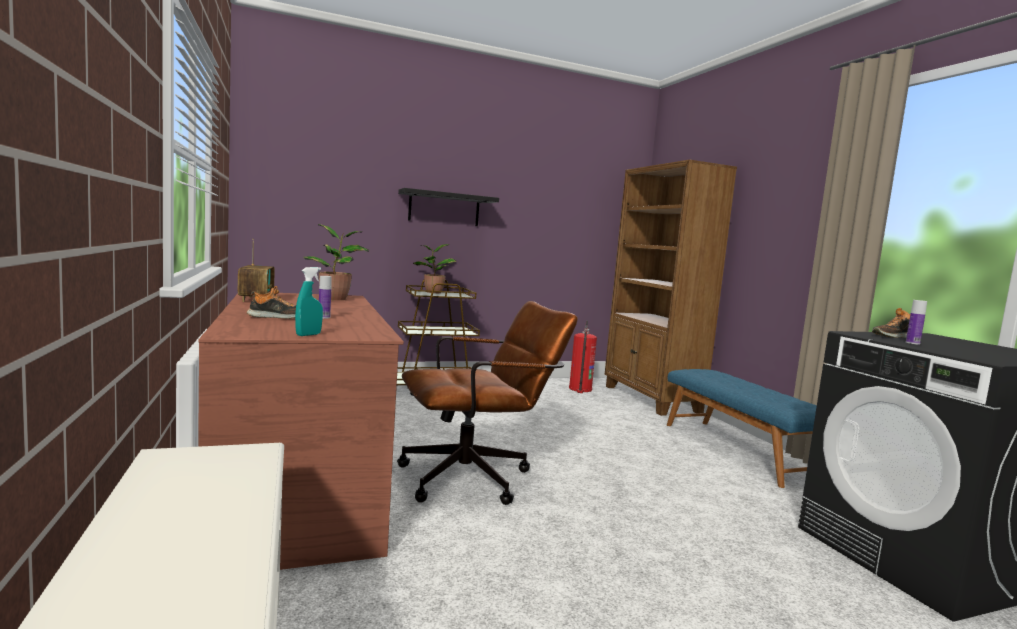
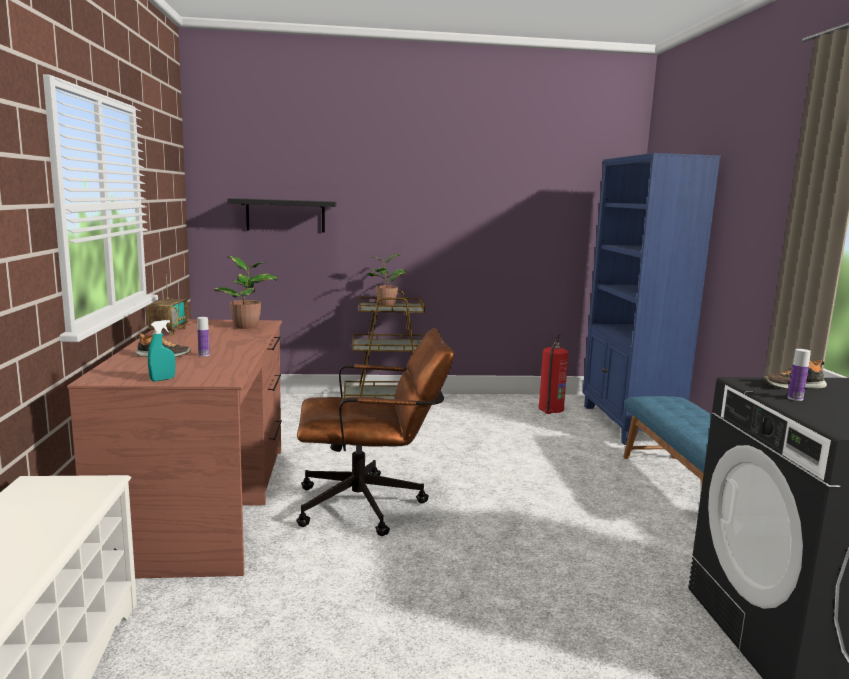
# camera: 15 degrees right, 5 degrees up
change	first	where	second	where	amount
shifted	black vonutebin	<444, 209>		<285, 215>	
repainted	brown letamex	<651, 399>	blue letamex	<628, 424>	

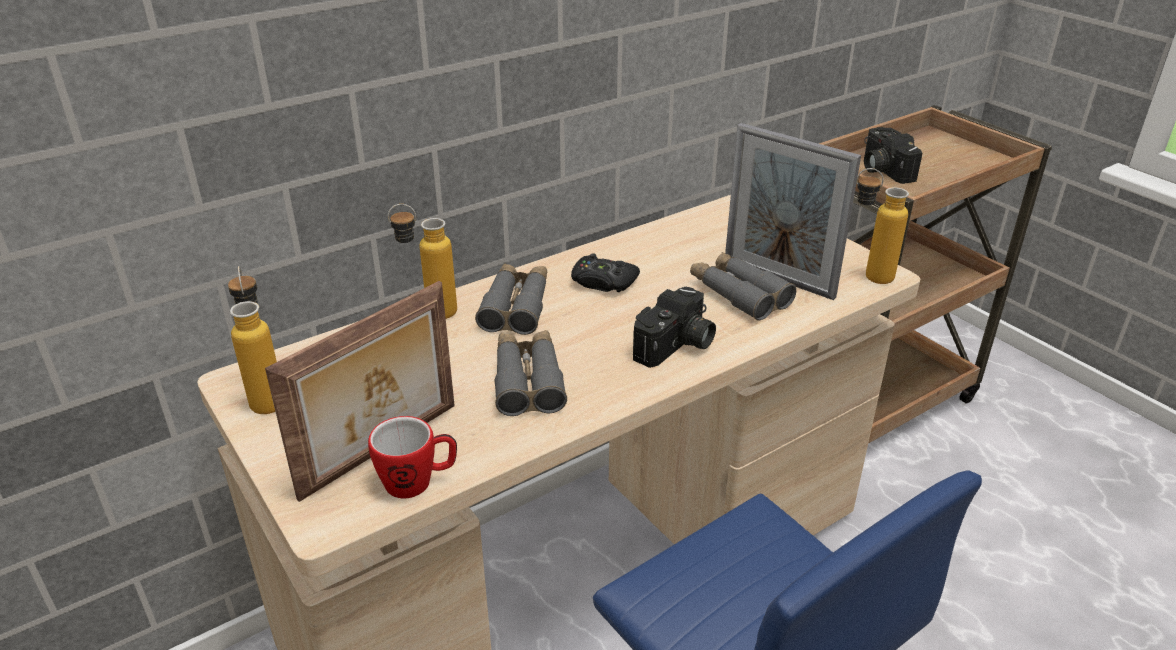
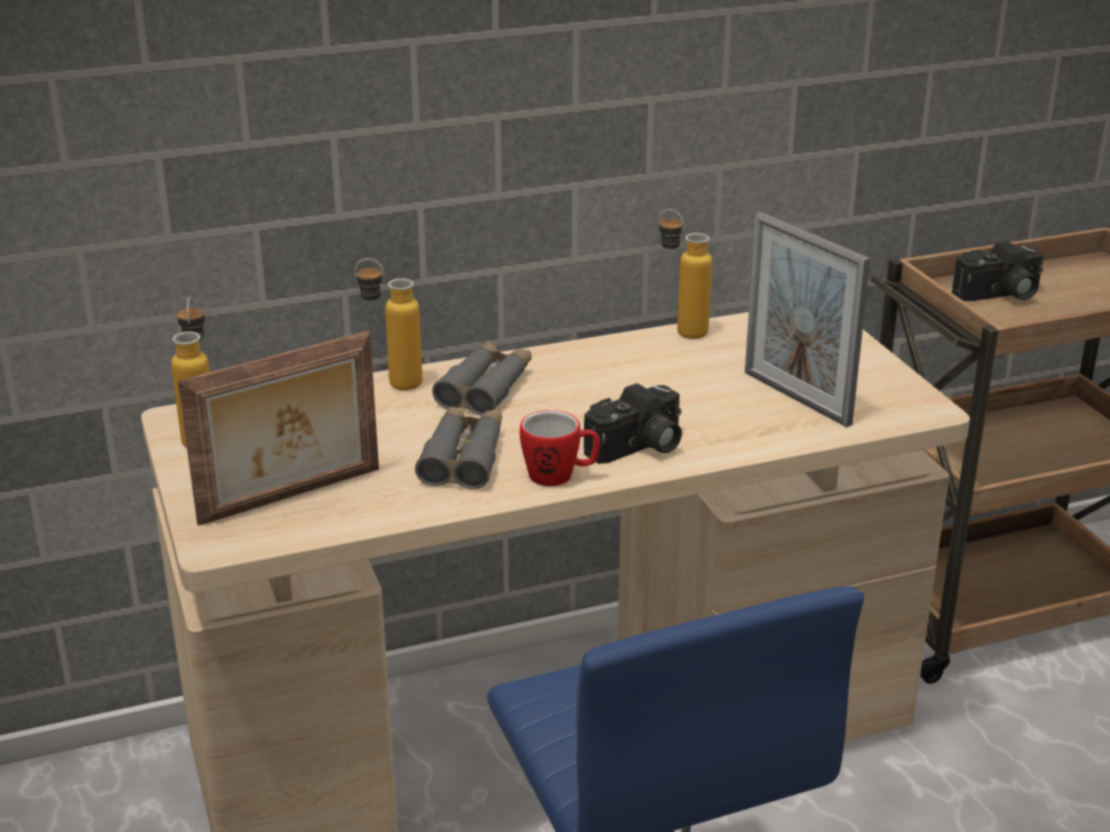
# camera: 15 degrees right, 5 degrees down
change	first	where	second	where	amount
gone	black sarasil	<603, 282>			
gone	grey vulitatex	<739, 294>			
shifted	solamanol	<418, 482>		<560, 476>	
shifted	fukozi	<867, 276>		<680, 330>	
rotated	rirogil	<882, 169>		<1000, 295>	105 degrees counterclockwise

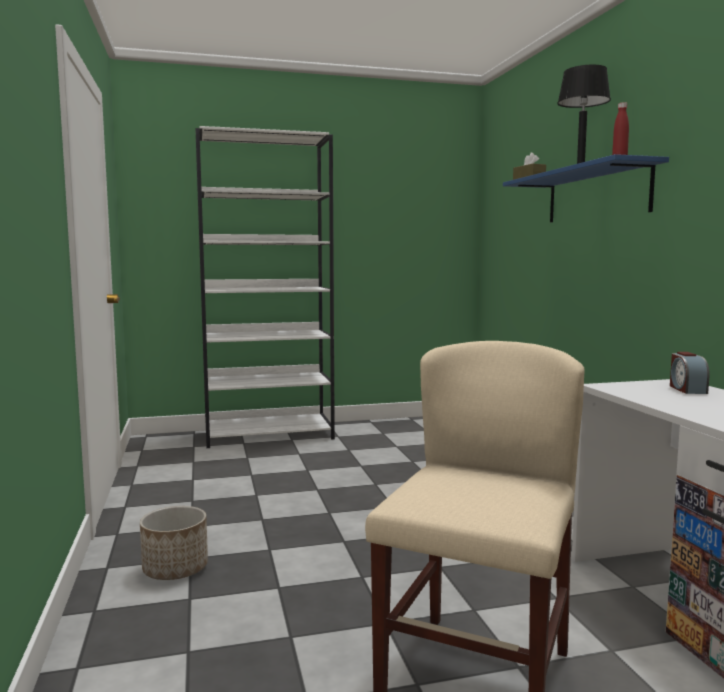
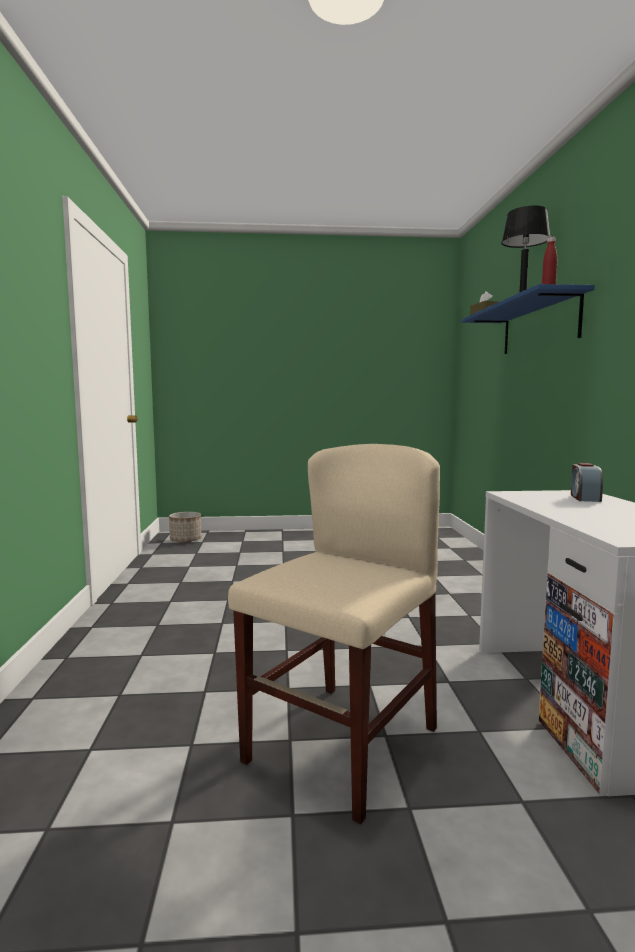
# camera: 10 degrees right, 0 degrees up
change	first	where	second	where	amount
gone	white letamex	<269, 434>			
shifted	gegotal	<175, 569>		<185, 540>	

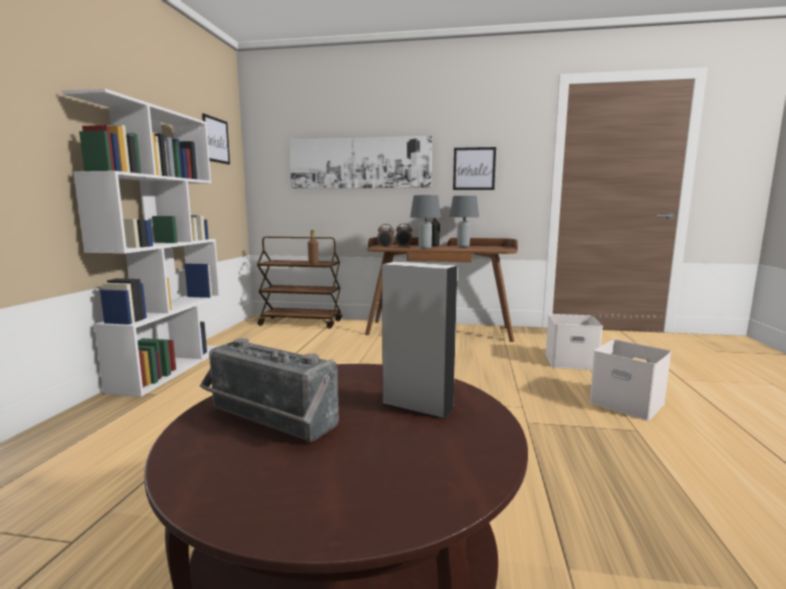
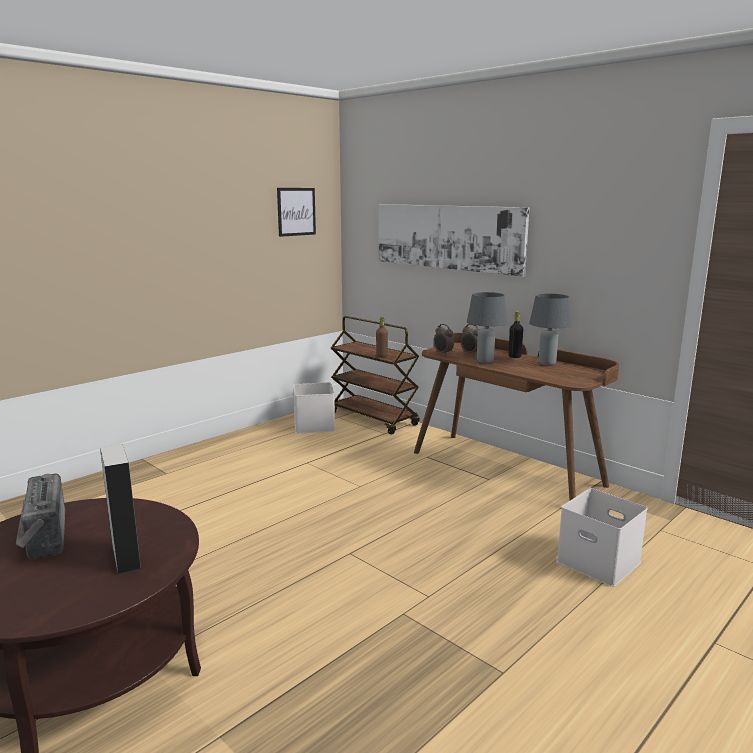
# camera: 35 degrees right, 5 degrees up
change	first	where	second	where	amount
gone	white letamex	<171, 367>			
gone	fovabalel	<474, 168>			
shifted	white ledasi	<628, 403>		<315, 426>	

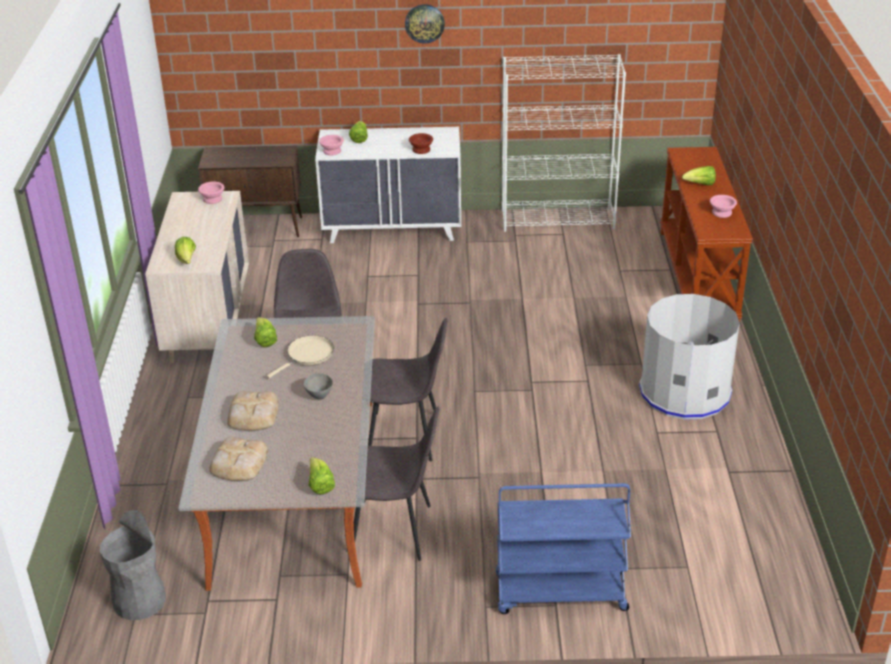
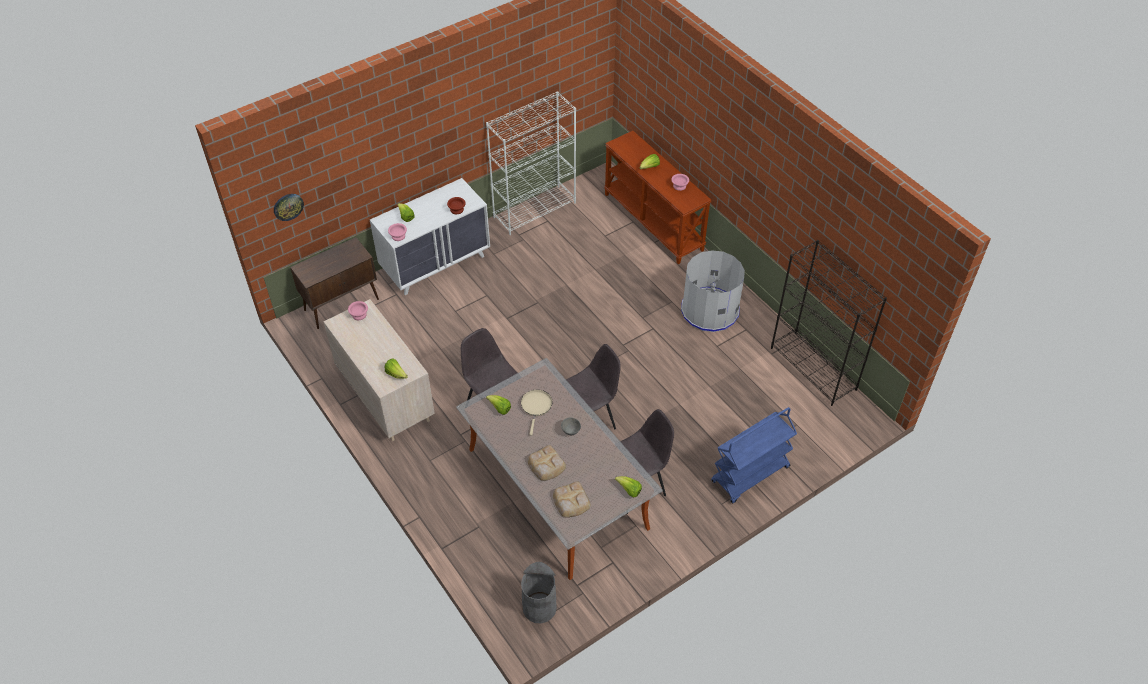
# camera: 35 degrees left, 15 degrees up
change	first	where	second	where	amount
new			black letamex	<814, 368>	
shifted	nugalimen	<424, 23>		<288, 206>	

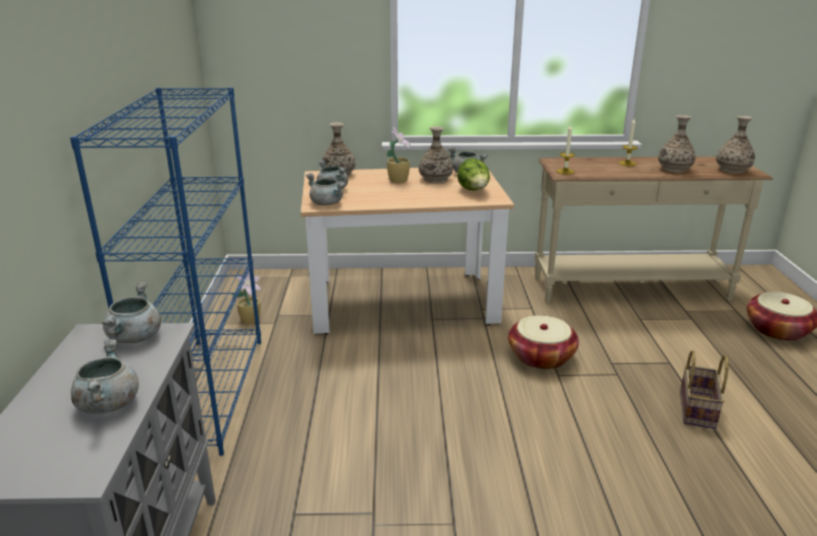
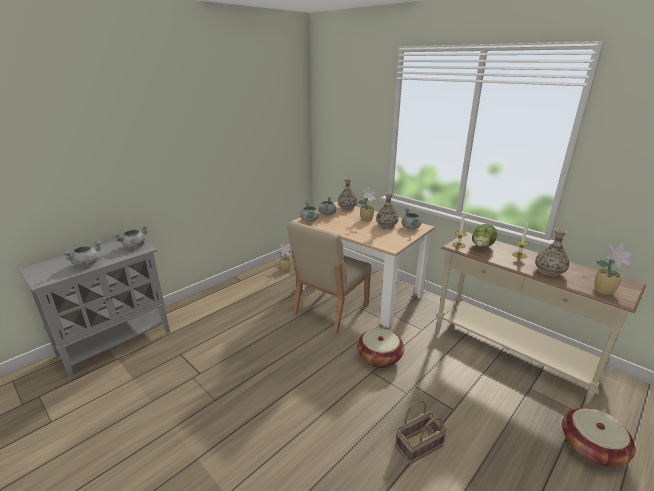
# camera: 45 degrees right, 0 degrees up
change	first	where	second	where	amount
gone	blue letamex	<208, 391>			
new			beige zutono	<330, 310>	
shifted	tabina	<474, 191>		<482, 247>	
swapped	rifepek	<732, 170>	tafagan	<604, 290>	

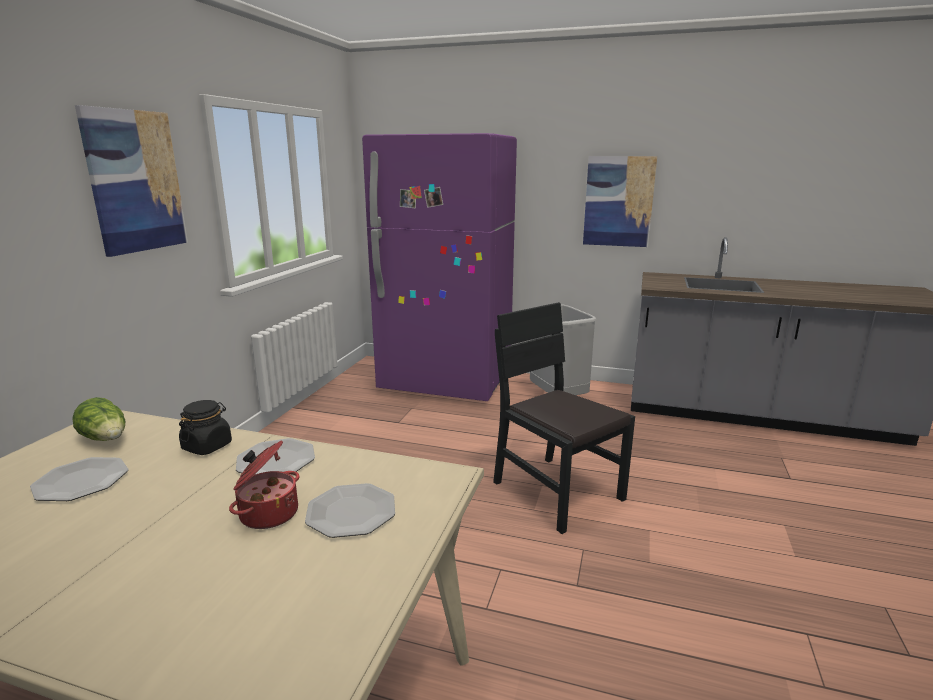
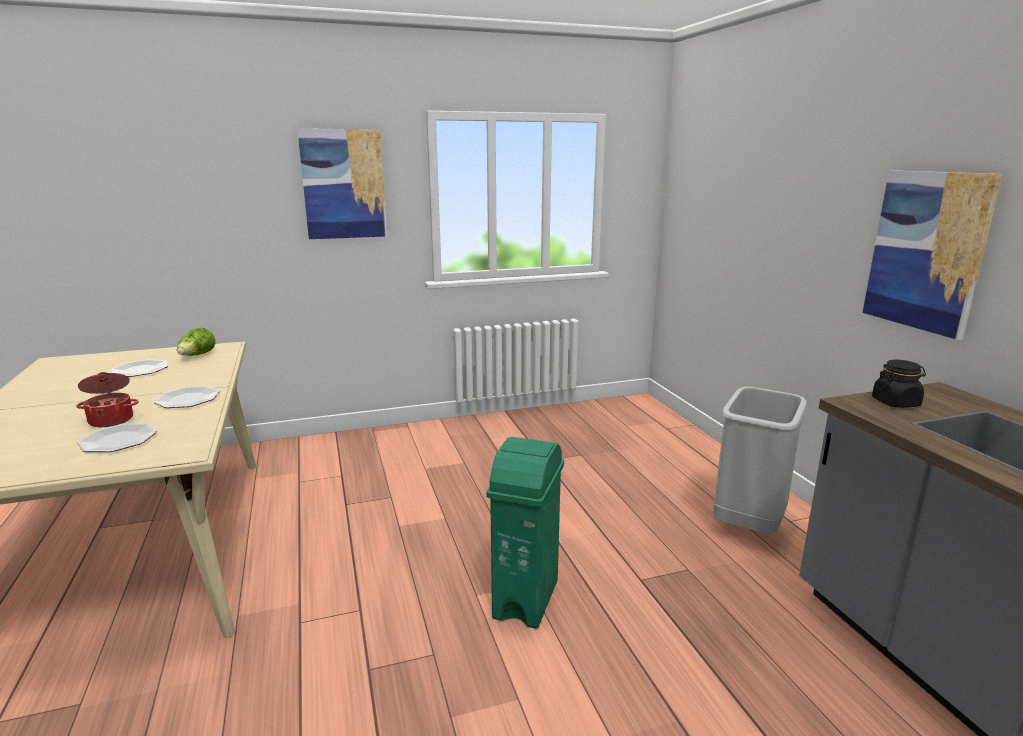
# camera: 55 degrees right, 0 degrees up
change	first	where	second	where	amount
gone	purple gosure	<446, 382>			
shifted	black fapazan	<207, 446>		<895, 402>	
swapped	black zutono	<557, 491>	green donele	<526, 598>	

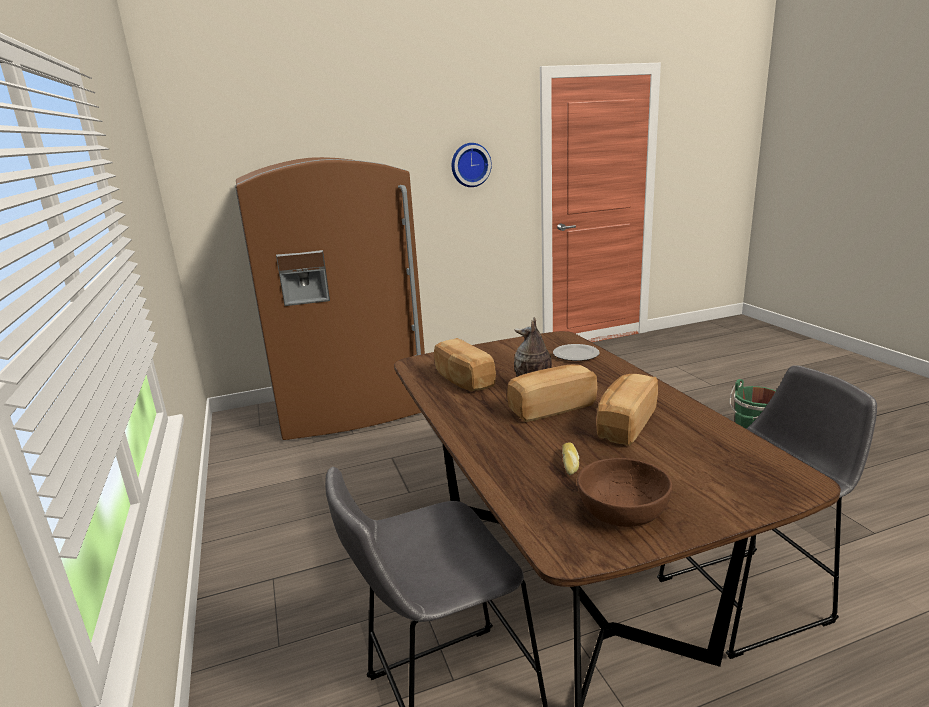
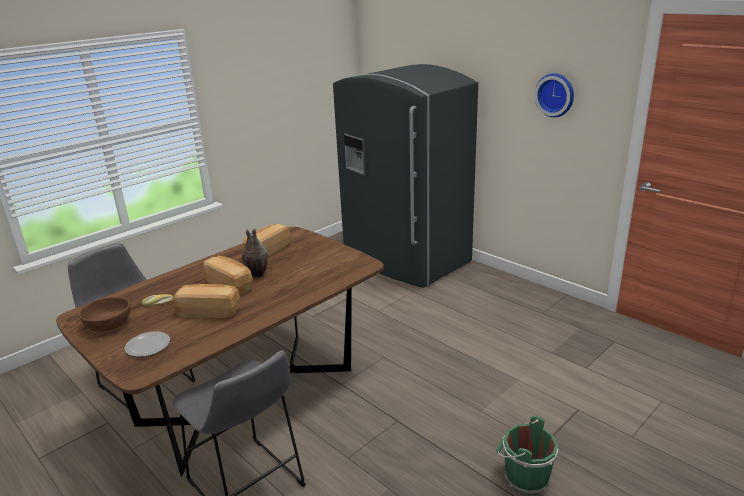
# camera: 65 degrees right, 5 degrees up
change	first	where	second	where	amount
shifted	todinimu	<576, 354>		<148, 346>	
repainted	brown gosure	<351, 409>	grey gosure	<405, 260>	

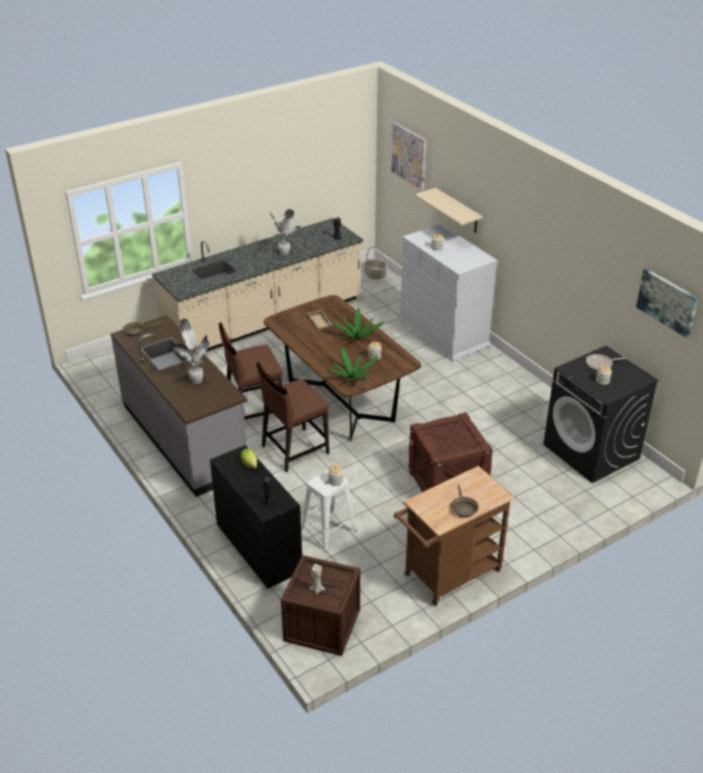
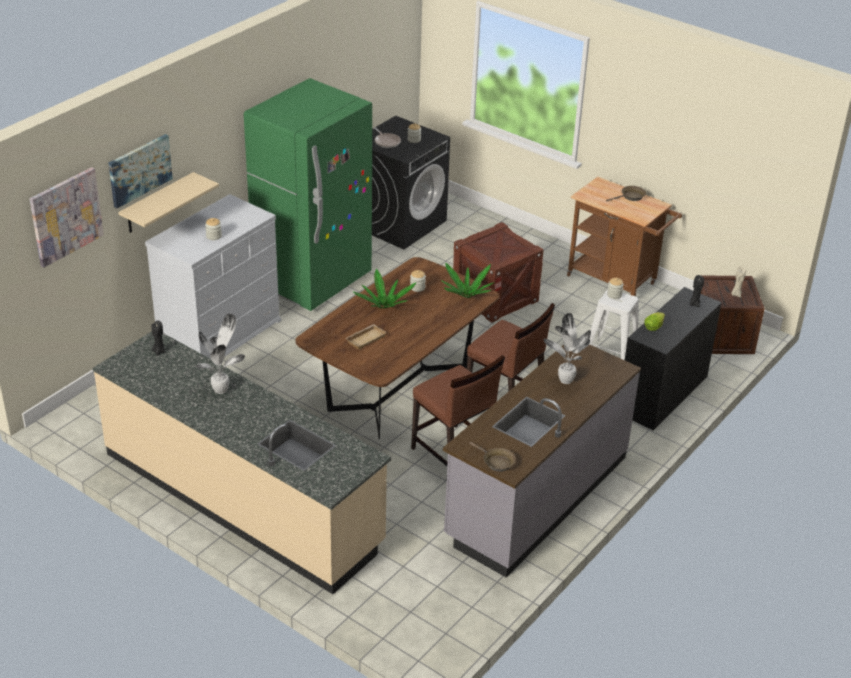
# camera: 110 degrees left, 0 degrees up
change	first	where	second	where	amount
gone	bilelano	<375, 275>			
new			green gosure	<313, 280>	
shifted	fovabalel	<667, 302>		<139, 170>	

